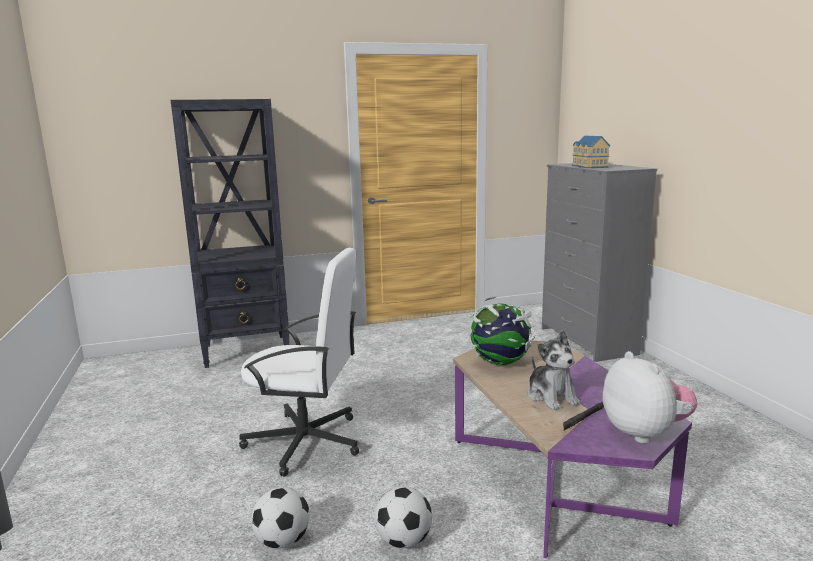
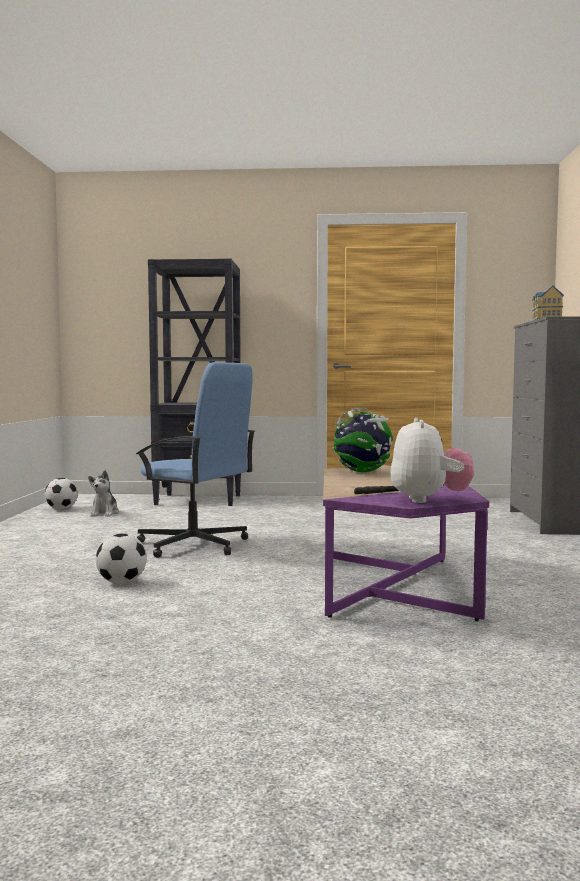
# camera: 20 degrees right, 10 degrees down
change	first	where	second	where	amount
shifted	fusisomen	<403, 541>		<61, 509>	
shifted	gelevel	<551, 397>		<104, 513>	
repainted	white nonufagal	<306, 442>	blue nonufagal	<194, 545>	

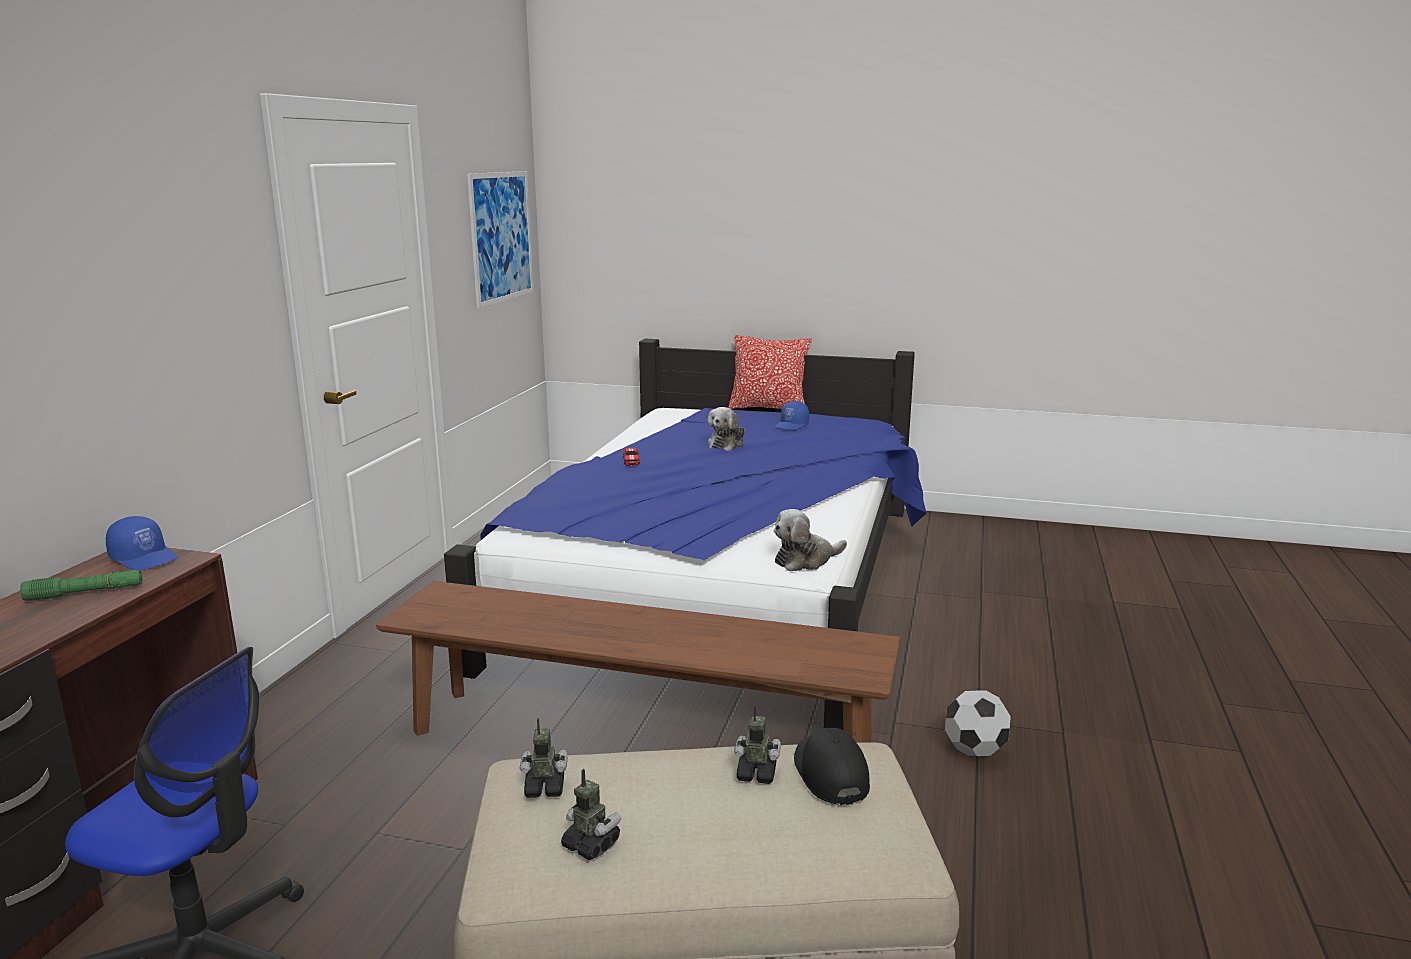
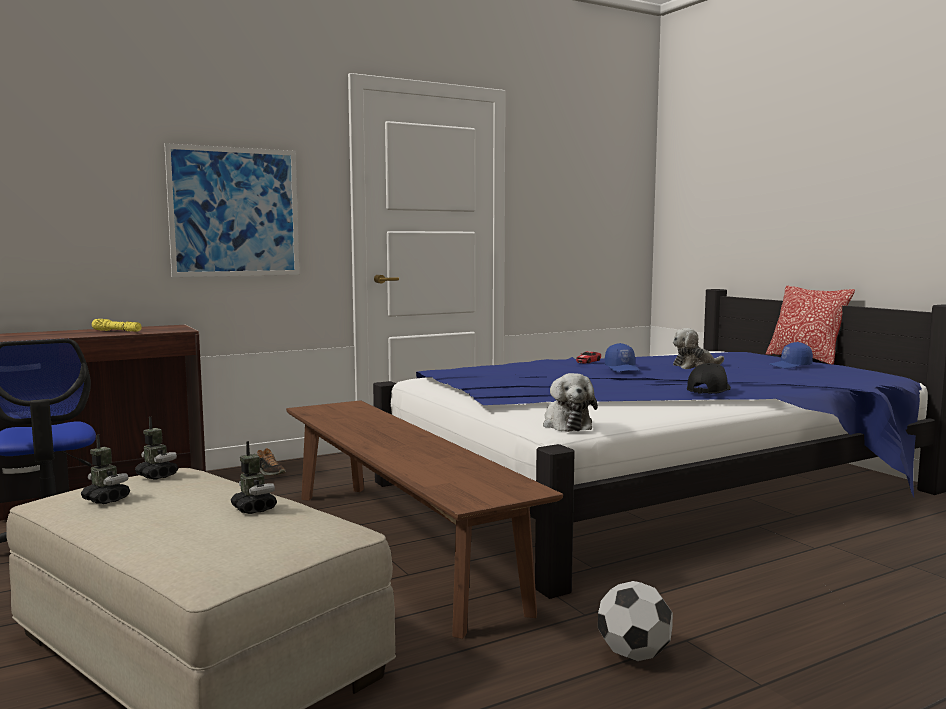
# camera: 45 degrees right, 10 degrees down
change	first	where	second	where	amount
new			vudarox	<269, 472>	
shifted	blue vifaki	<145, 558>		<622, 368>	
shifted	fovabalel	<501, 237>		<234, 212>	
shifted	black vifaki	<829, 774>		<709, 389>	
repainted	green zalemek	<85, 593>	yellow zalemek	<117, 331>	
rotated	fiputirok	<591, 845>		<106, 499>	45 degrees counterclockwise
rotated	gelevel	<805, 560>		<566, 424>	120 degrees counterclockwise

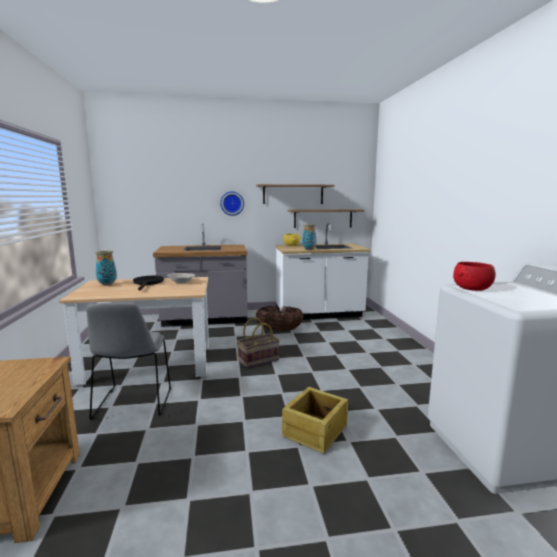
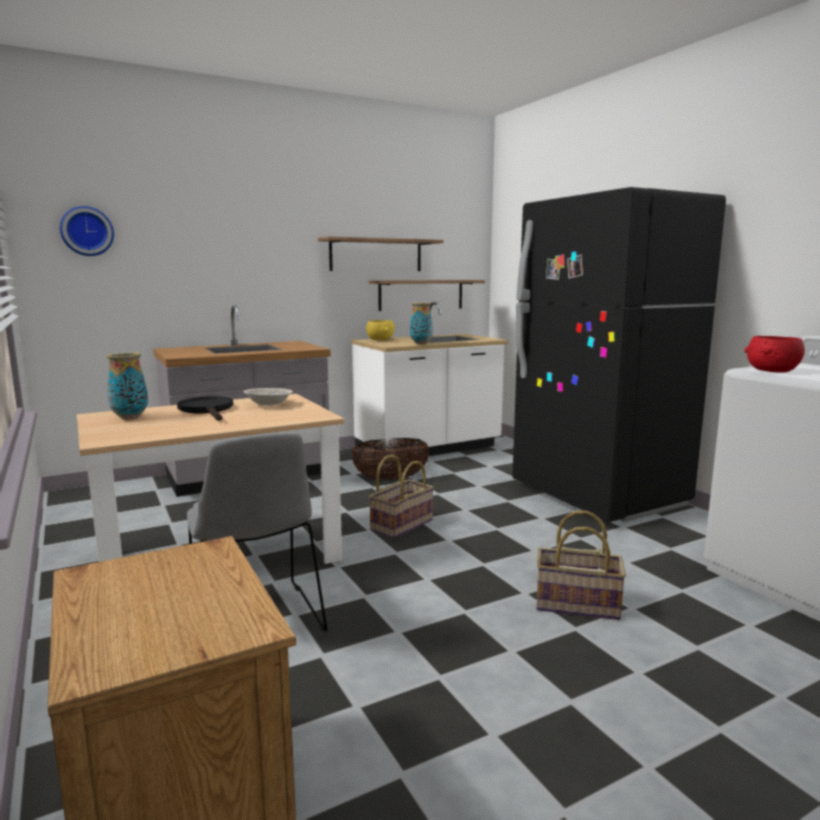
# camera: 20 degrees left, 0 degrees up
change	first	where	second	where	amount
new			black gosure	<598, 496>	
shifted	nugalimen	<232, 203>		<87, 231>	
swapped	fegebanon	<314, 431>	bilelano	<576, 605>	

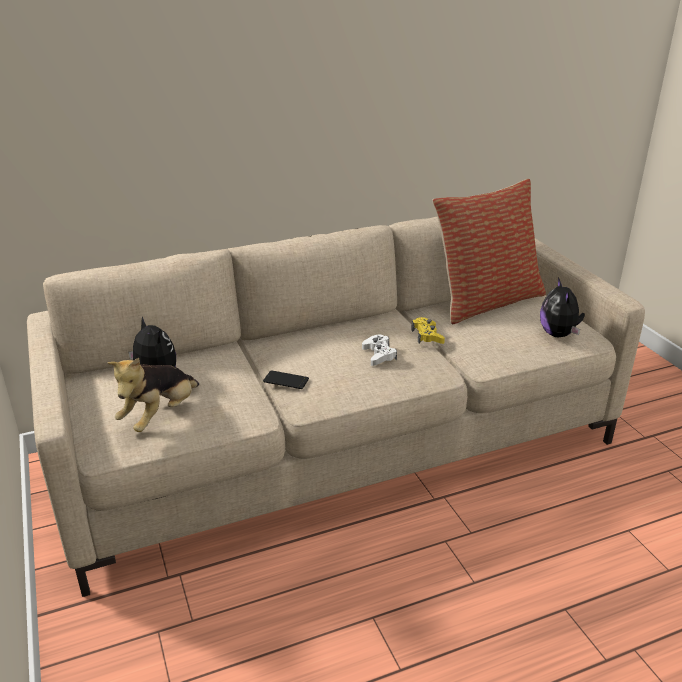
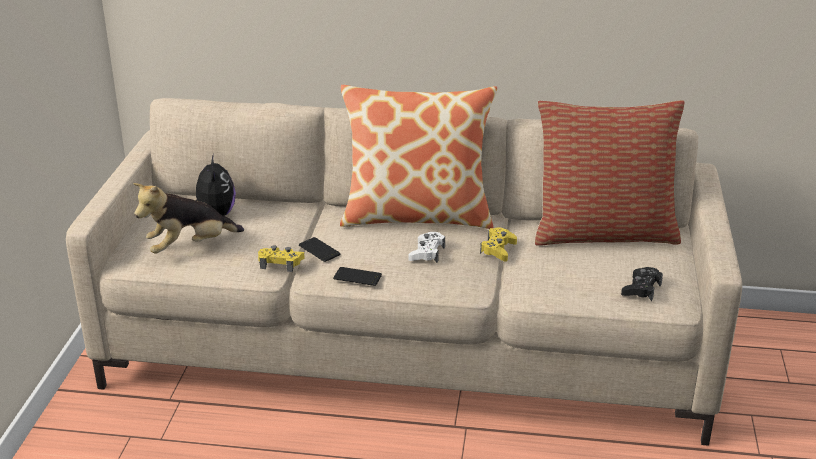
# camera: 30 degrees right, 0 degrees up
change	first	where	second	where	amount
new			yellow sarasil	<281, 263>	
new			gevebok	<357, 277>	
new			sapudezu	<417, 215>	
swapped	gelevel	<558, 334>	black sarasil	<641, 289>	

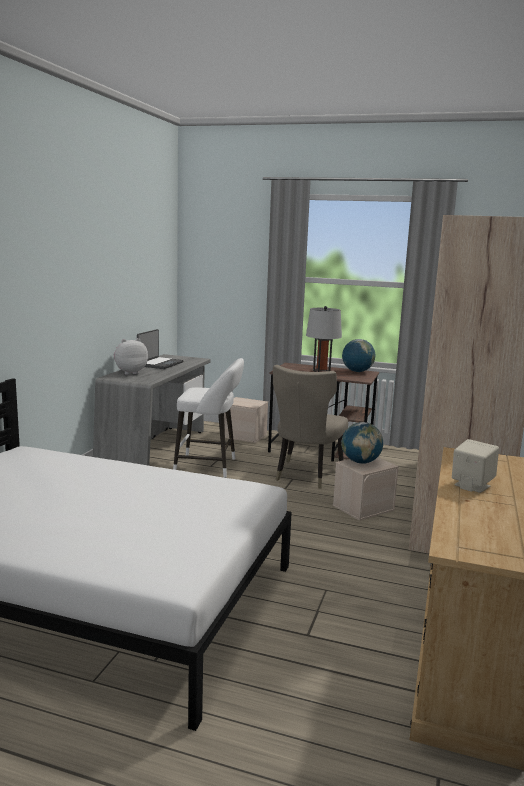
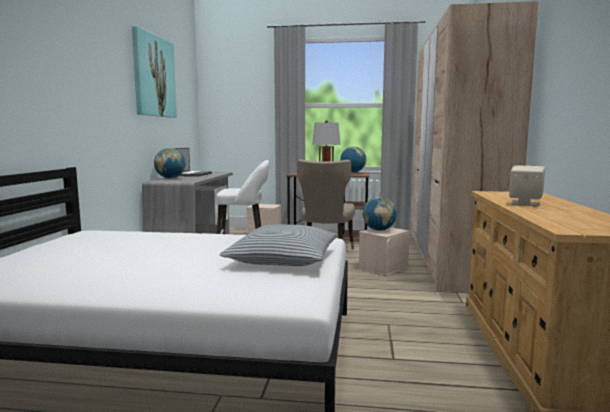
# camera: 10 degrees left, 5 degrees down
change	first	where	second	where	amount
new			fovabalel	<153, 76>	
new			sapudezu	<283, 259>	
swapped	gelevel	<129, 372>	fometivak	<170, 178>	

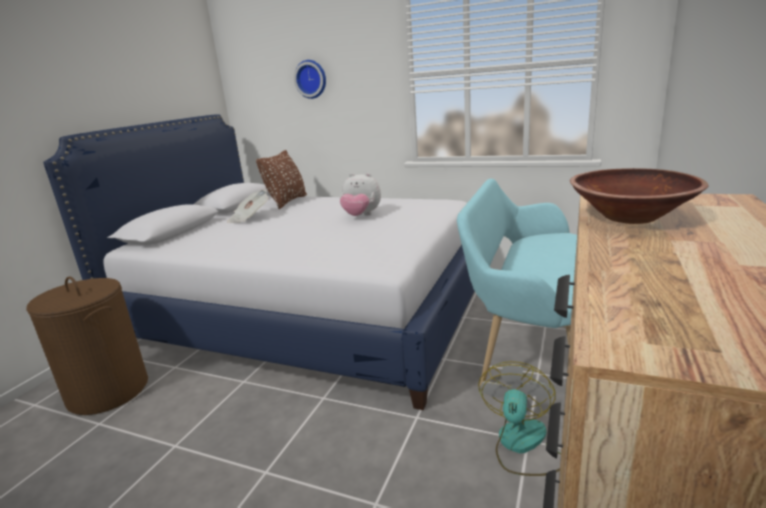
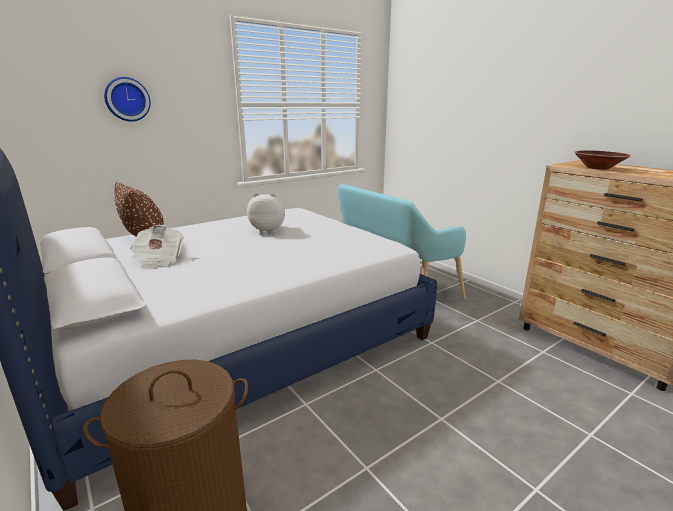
# camera: 60 degrees left, 0 degrees up
change	first	where	second	where	amount
gone	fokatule	<522, 445>			
rotated	gelevel	<361, 216>		<268, 230>	135 degrees counterclockwise

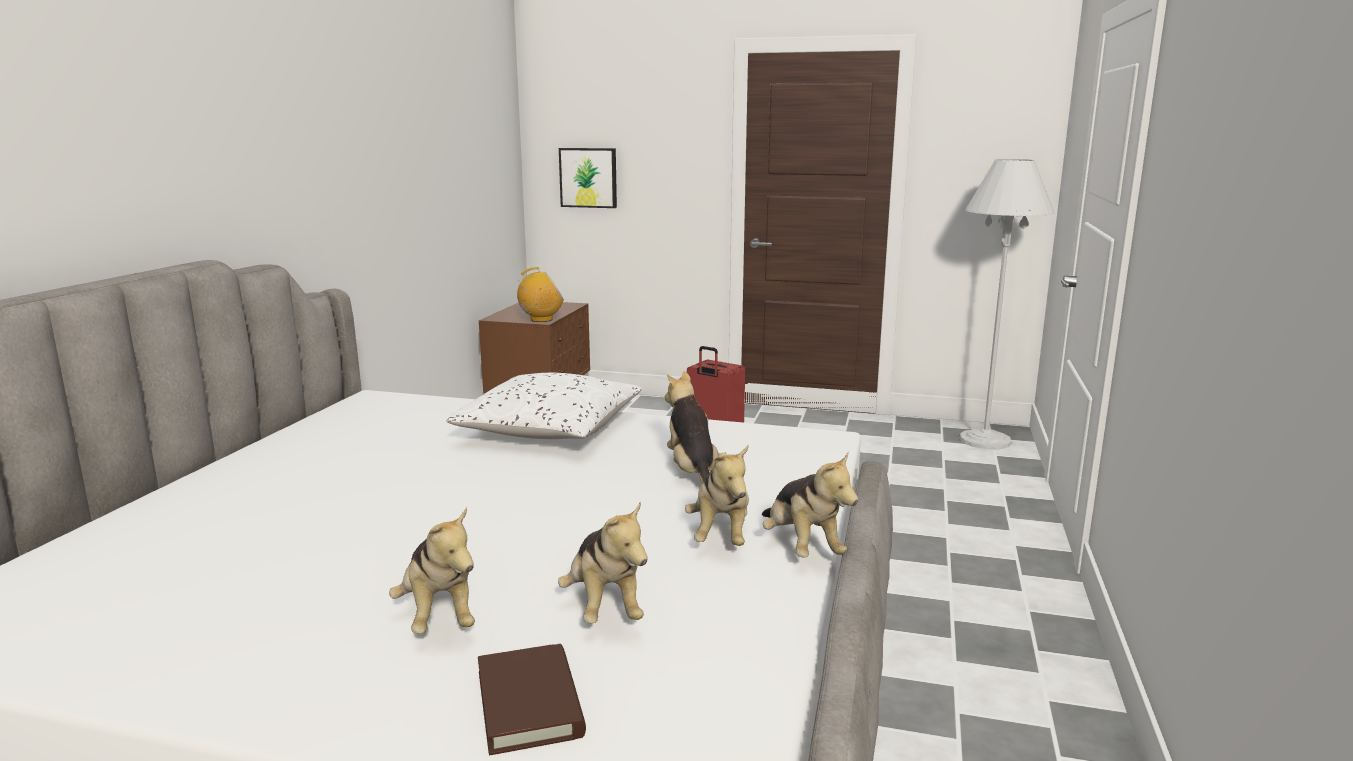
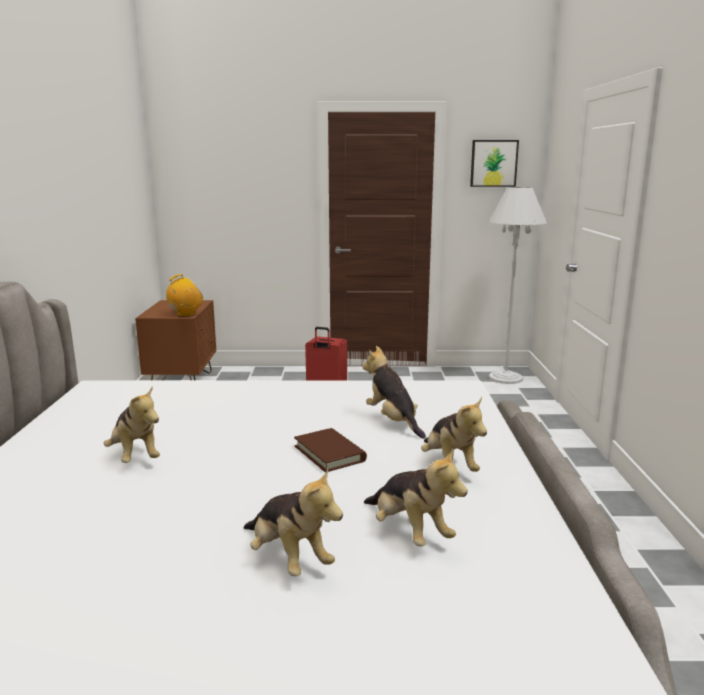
# camera: 15 degrees left, 0 degrees up
change	first	where	second	where	amount
gone	white sapudezu	<550, 430>			
shifted	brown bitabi	<529, 704>		<329, 453>	
shifted	fovabalel	<588, 177>		<493, 163>	
shifted	gelevel	<801, 547>		<135, 456>	

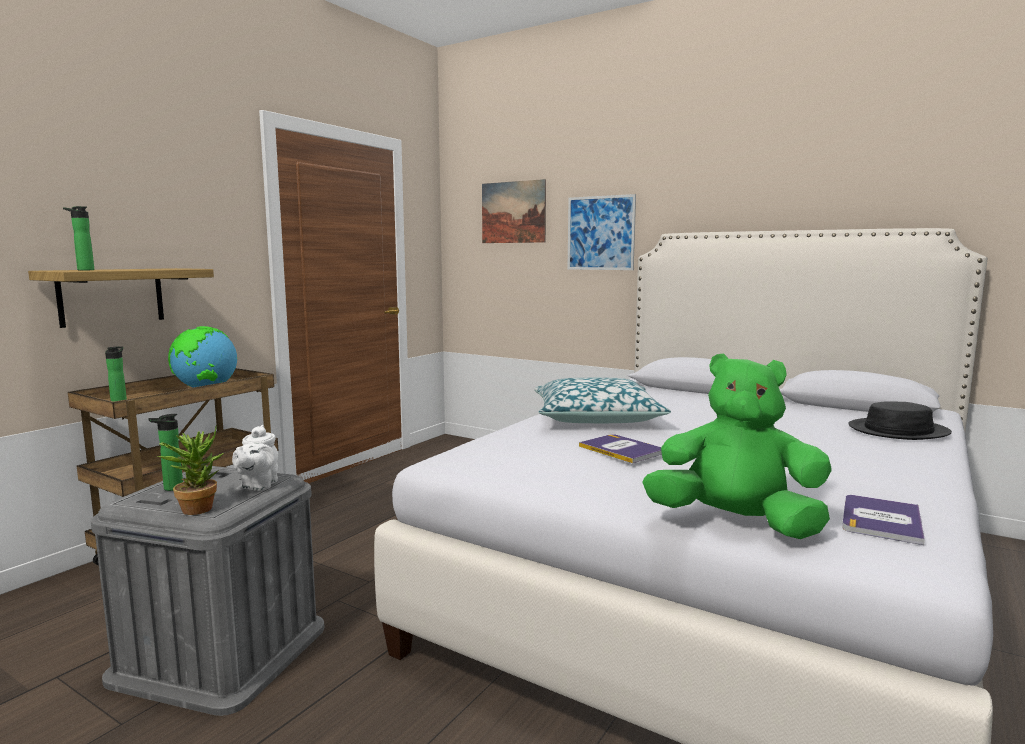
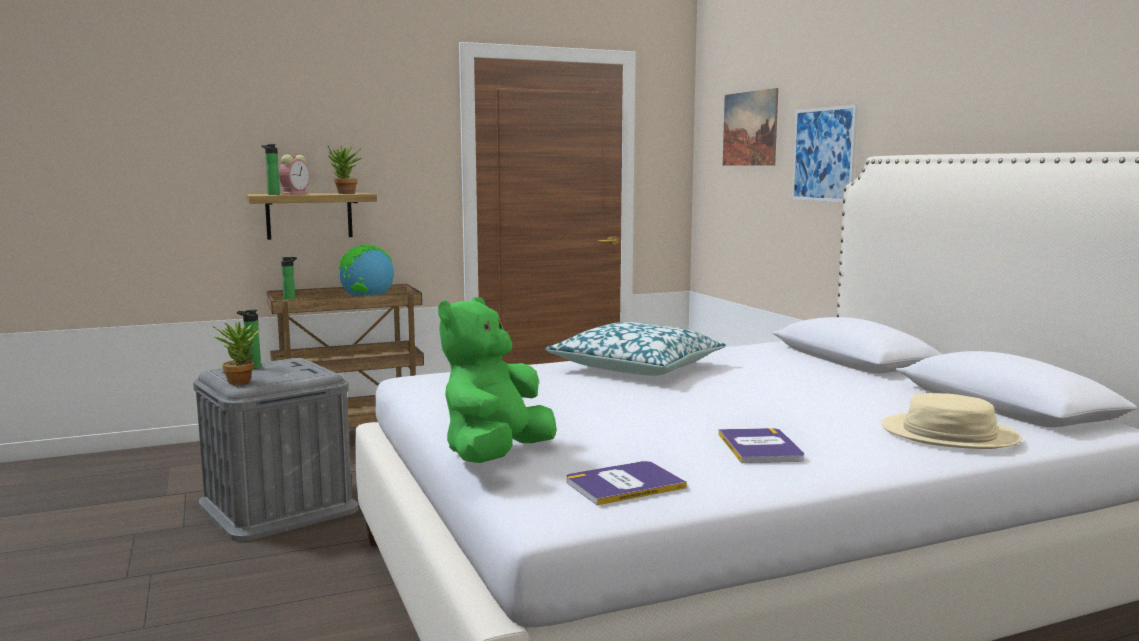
# camera: 35 degrees right, 0 degrees up
change	first	where	second	where	amount
gone	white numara	<258, 485>			
new			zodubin	<295, 193>	
new			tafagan	<345, 193>	
shifted	bitabi	<621, 449>		<760, 447>	
repainted	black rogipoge	<898, 431>	beige rogipoge	<949, 434>	
rotated	green gelevel	<735, 523>		<495, 456>	120 degrees counterclockwise

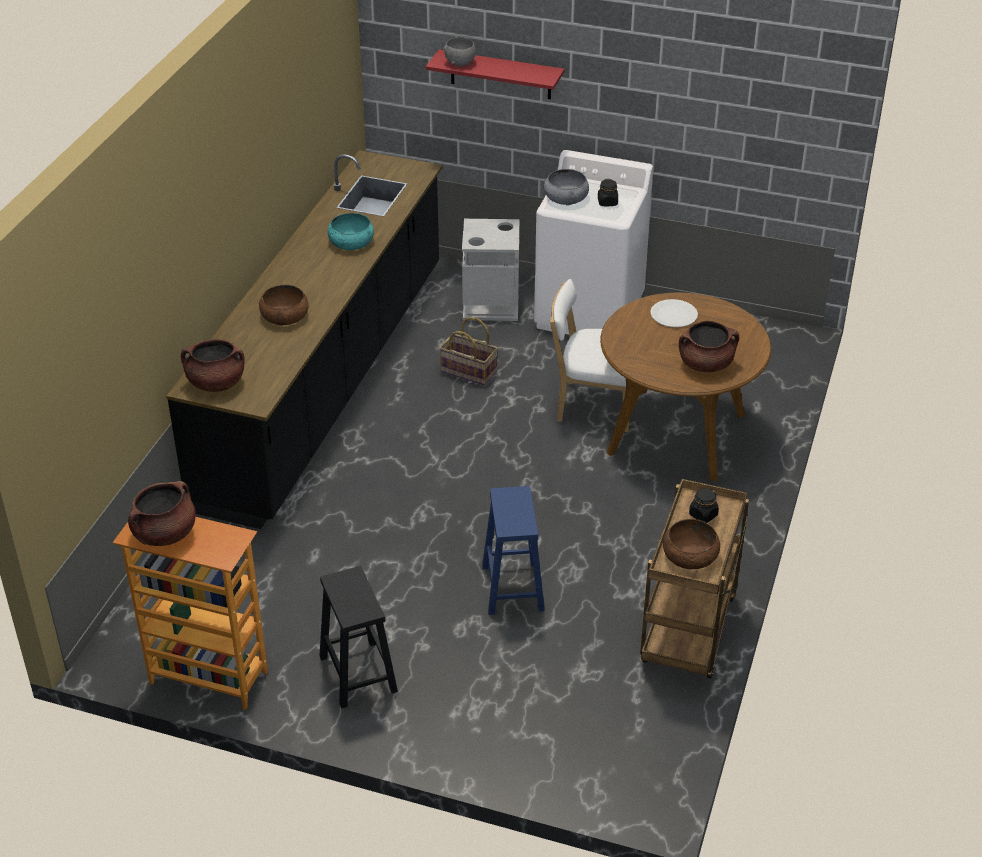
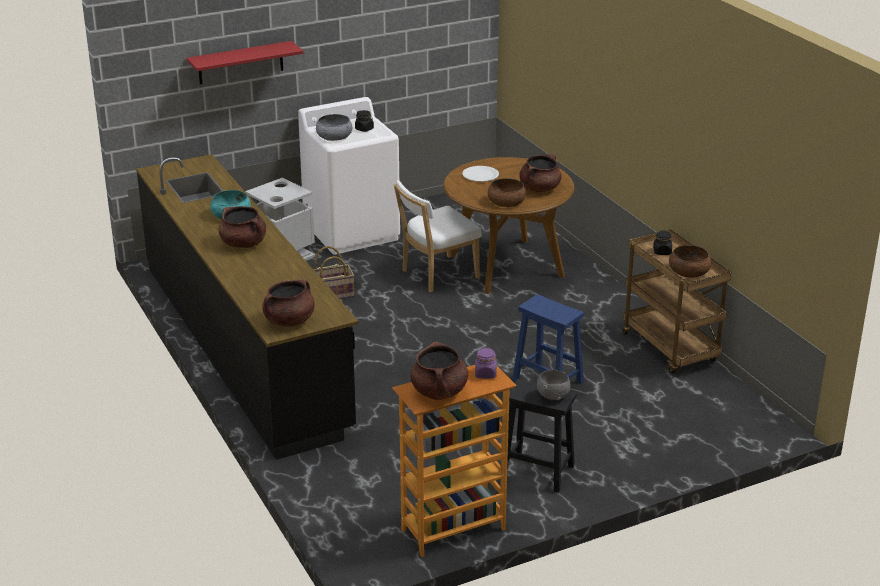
# camera: 45 degrees left, 10 degrees down
change	first	where	second	where	amount
new			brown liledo	<243, 244>	
new			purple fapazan	<485, 374>	
shifted	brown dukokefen	<284, 316>		<506, 202>	
shifted	grey dukokefen	<460, 63>		<553, 396>	

